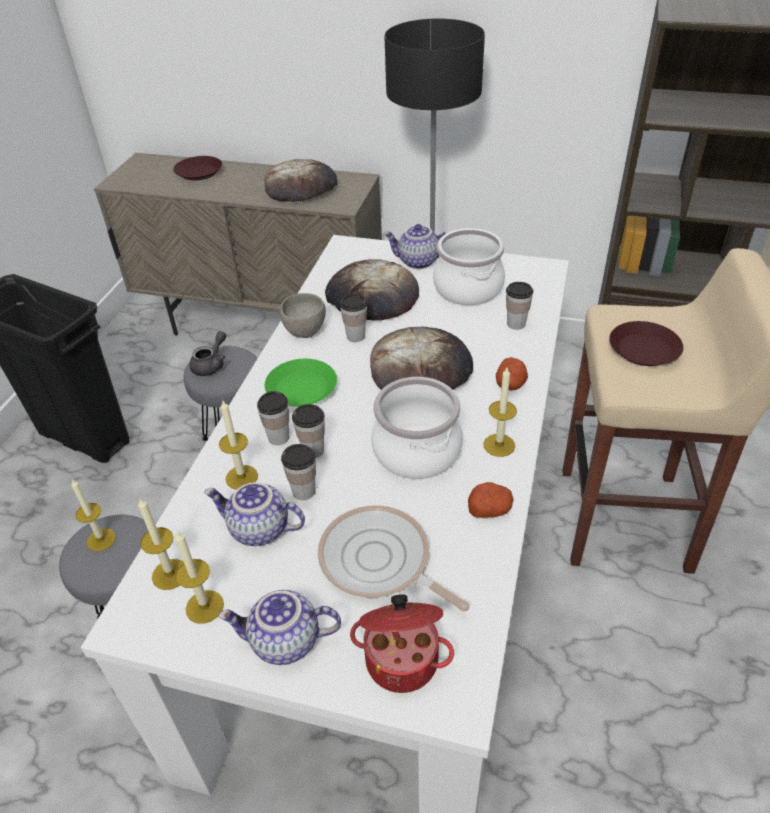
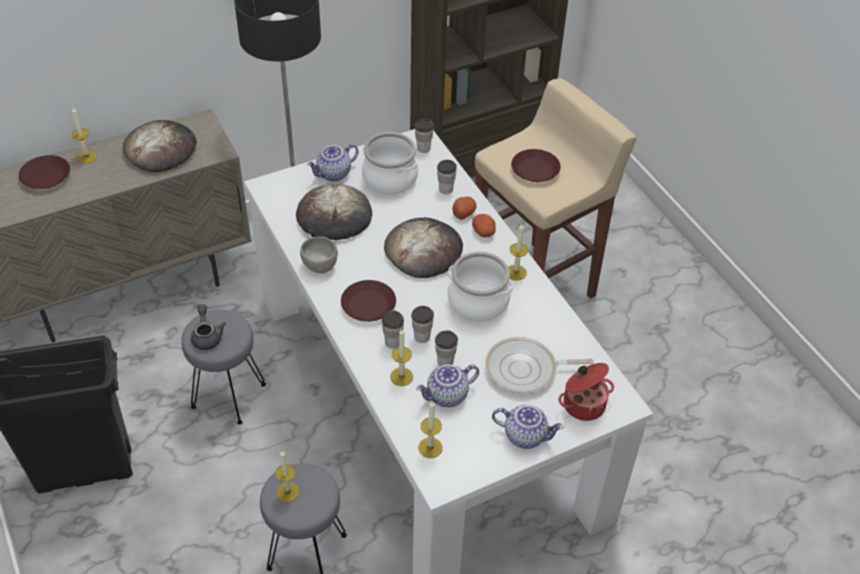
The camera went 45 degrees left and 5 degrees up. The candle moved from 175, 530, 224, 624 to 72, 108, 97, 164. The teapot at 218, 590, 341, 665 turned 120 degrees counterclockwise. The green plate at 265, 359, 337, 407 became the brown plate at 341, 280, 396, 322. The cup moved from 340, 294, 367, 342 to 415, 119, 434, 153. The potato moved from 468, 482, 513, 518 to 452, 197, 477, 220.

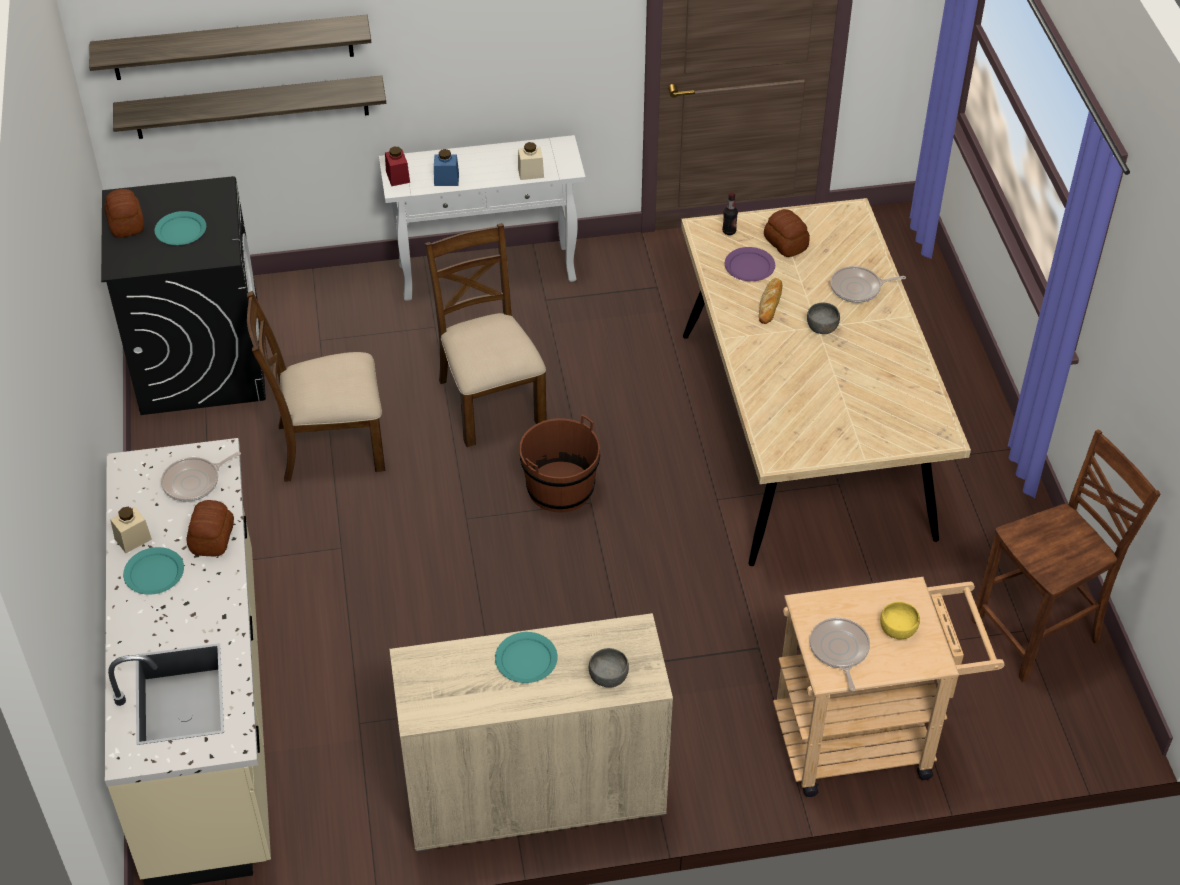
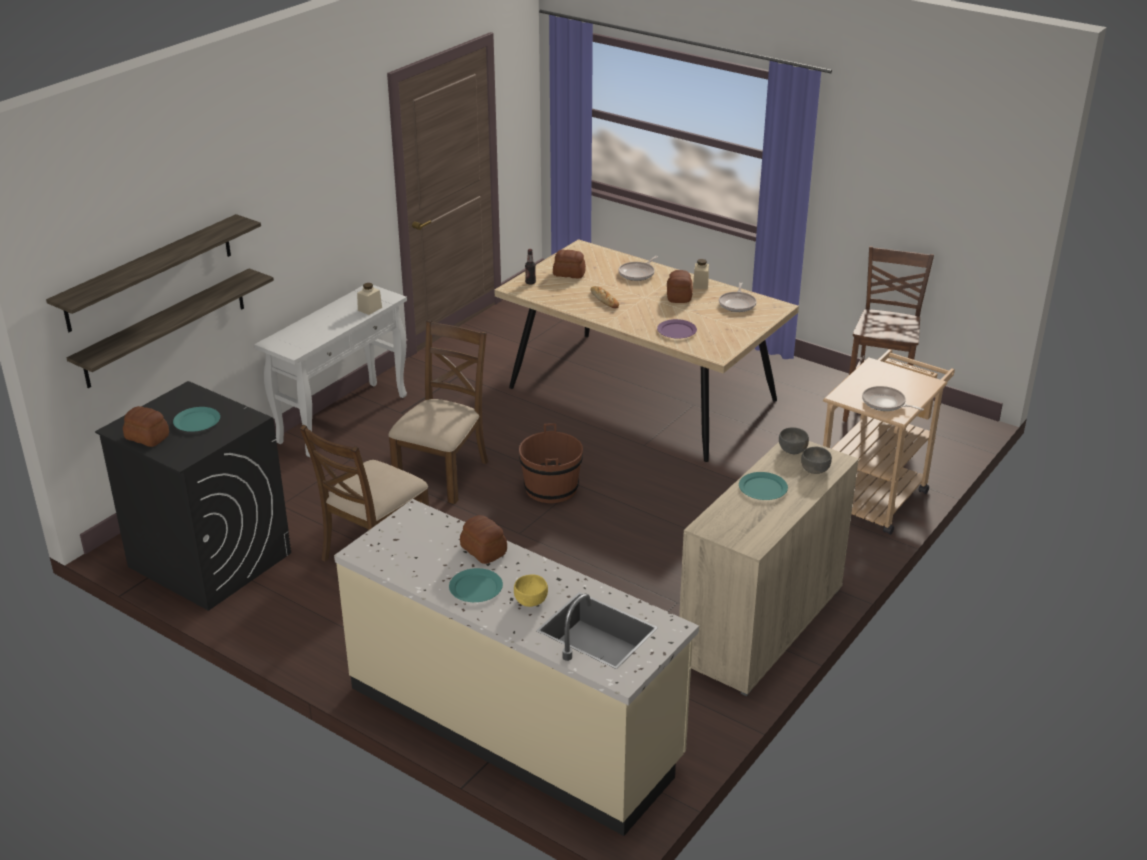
The camera went 45 degrees left and 15 degrees down. The beige jar moved from 110, 507, 152, 553 to 693, 259, 709, 289. The frying pan moved from 161, 452, 241, 502 to 719, 282, 756, 312. The red jar at 385, 147, 410, 186 disappeared. The brown chair at 425, 223, 547, 447 turned 90 degrees clockwise. The blue jar at 434, 149, 459, 186 disappeared. The purple plate moved from 725, 247, 775, 281 to 657, 319, 697, 339. The grey bowl moved from 807, 303, 840, 334 to 779, 427, 809, 454. The yellow bowl moved from 880, 602, 920, 640 to 514, 574, 548, 607. The bread at 667, 270, 693, 303 appeared.

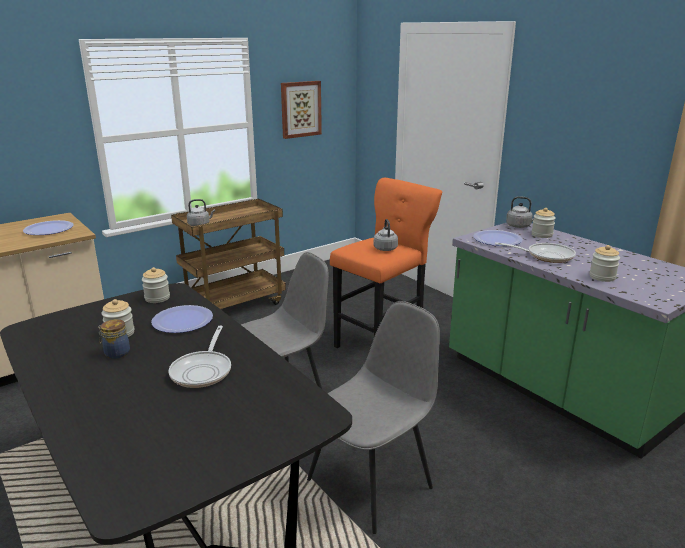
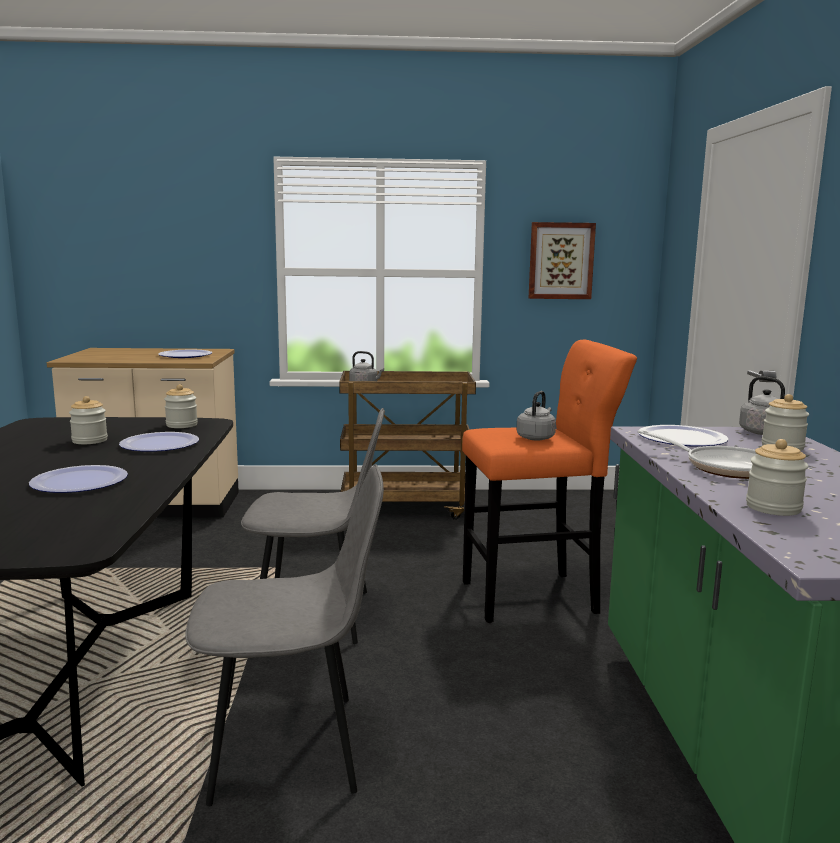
The camera went 35 degrees right and 10 degrees down. The jar at 98, 319, 130, 359 disappeared. The frying pan at 169, 326, 231, 388 was replaced by the plate at 29, 465, 128, 493.

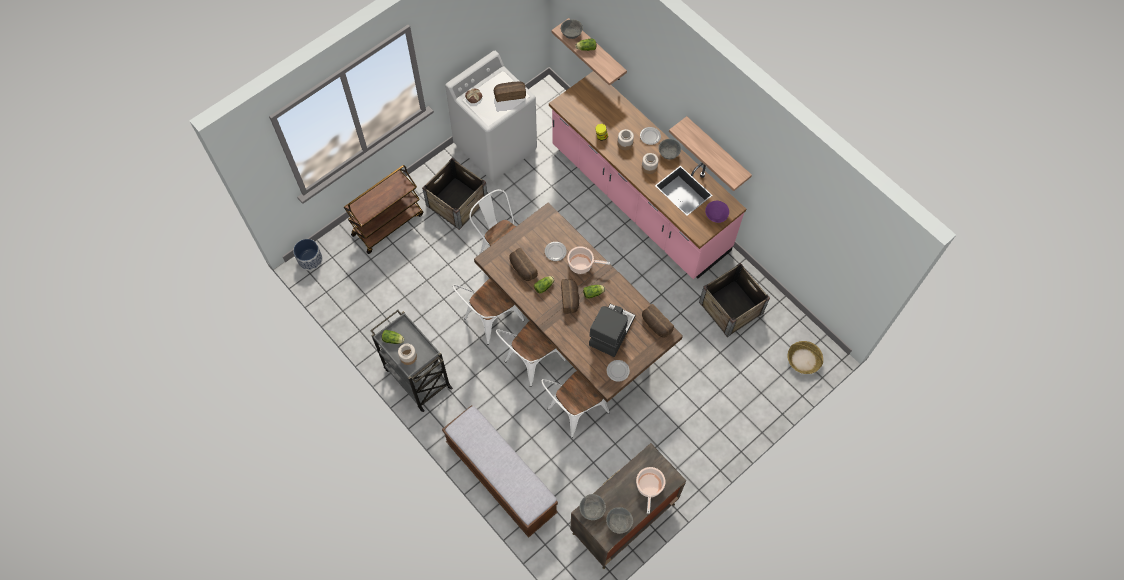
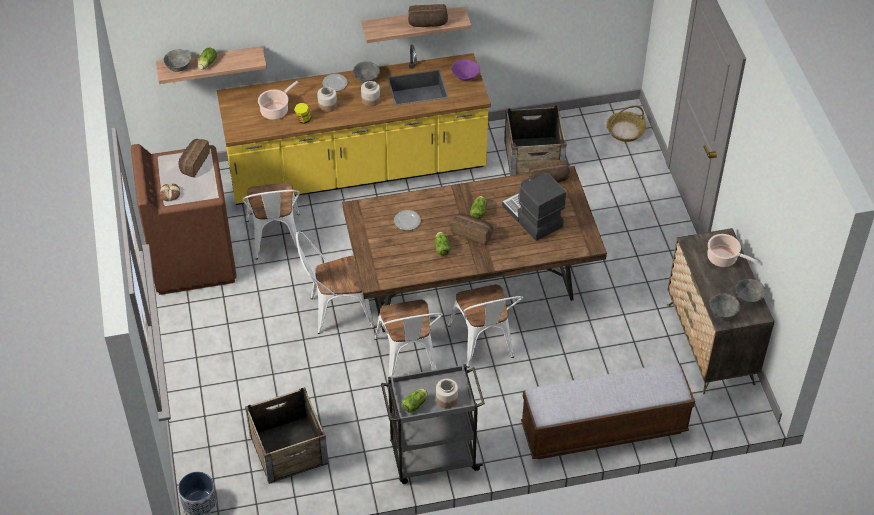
The camera went 60 degrees left and 15 degrees down. The brown cart at 344, 165, 423, 254 disappeared. The crate moved from 422, 158, 487, 230 to 245, 387, 328, 484. The white washing machine at 445, 51, 537, 181 became the brown washing machine at 131, 144, 237, 295. The bread moved from 510, 248, 538, 281 to 408, 4, 448, 27. The white chair moved from 541, 371, 610, 438 to 242, 183, 300, 259. The pink counter at 549, 71, 746, 279 became the yellow counter at 217, 45, 491, 205. The cooking pot moved from 567, 246, 610, 274 to 258, 81, 299, 120. The plate at 607, 360, 630, 382 disappeared.

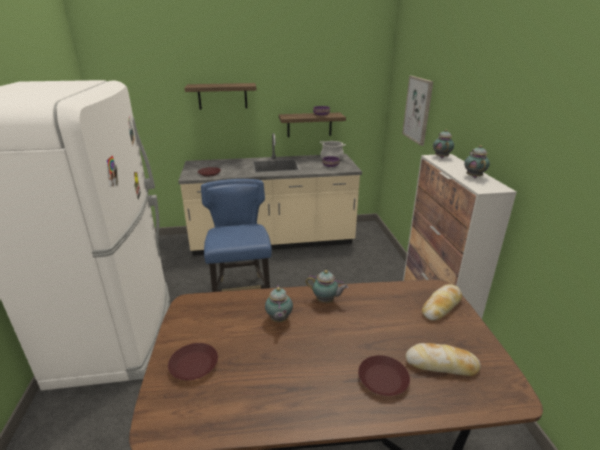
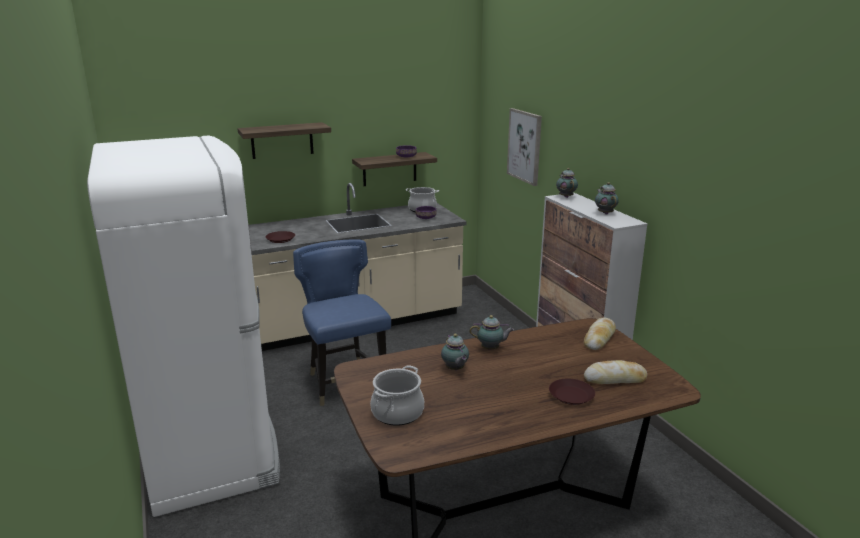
The camera went 15 degrees left and 5 degrees down. The brown plate at 168, 343, 218, 380 was replaced by the cooking pot at 370, 366, 424, 426.

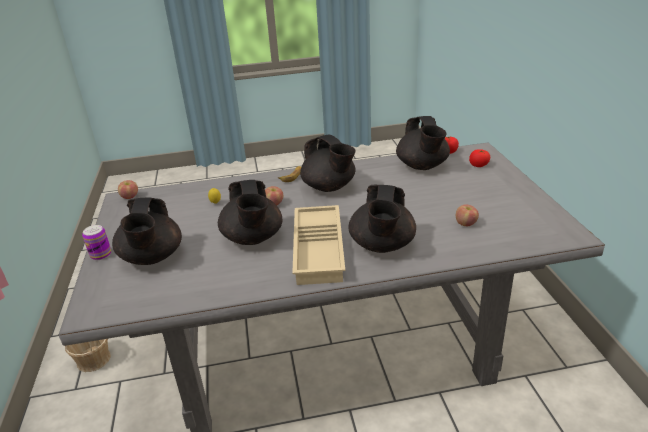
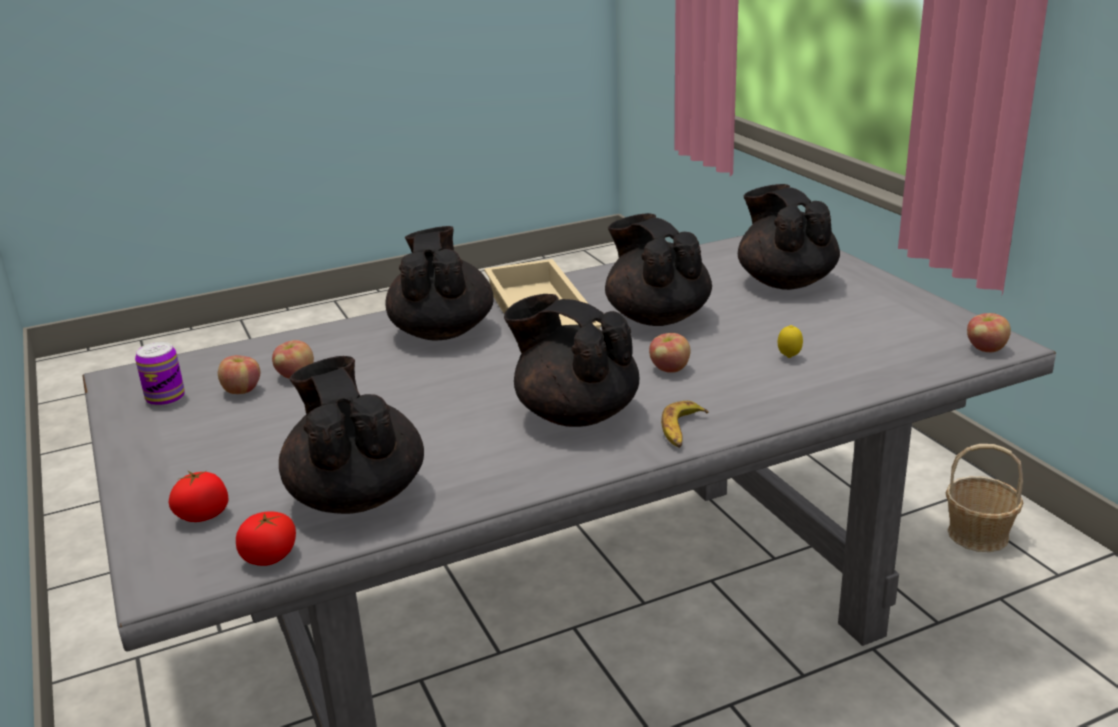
The camera went 165 degrees right and 5 degrees down. The can moved from 82, 225, 111, 260 to 135, 342, 185, 406. The apple at 218, 355, 260, 394 appeared.

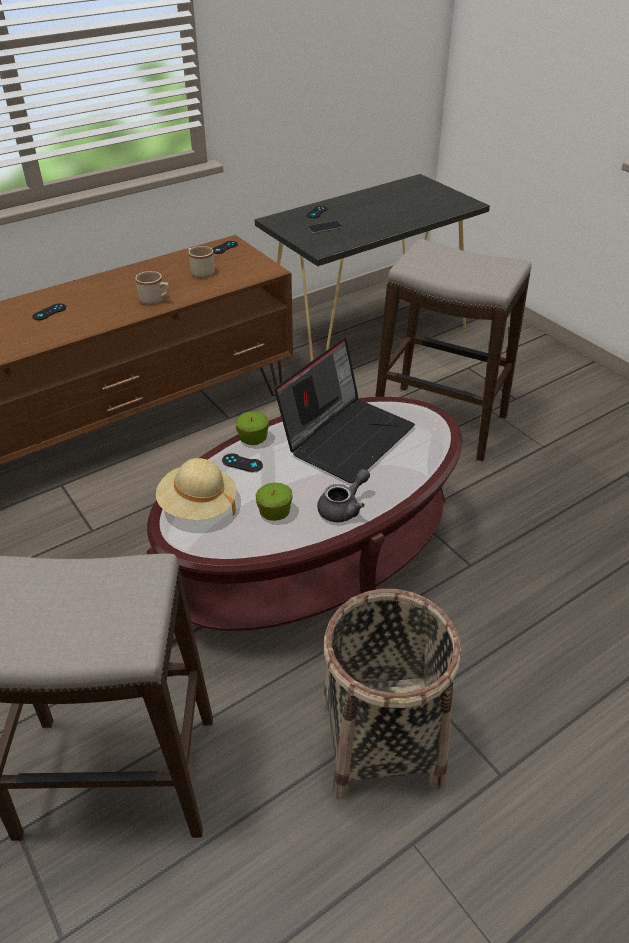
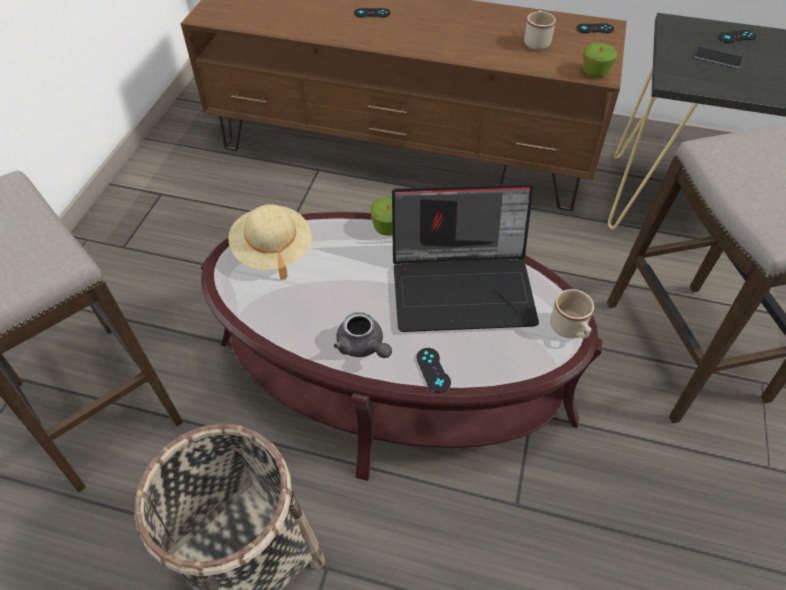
The camera went 50 degrees right and 10 degrees up. The beige mug moved from 135, 271, 169, 305 to 550, 289, 594, 339. The black game controller moved from 222, 453, 263, 472 to 416, 348, 451, 393. The apple moved from 256, 483, 292, 521 to 583, 43, 617, 78. The grey teapot at 317, 469, 370, 522 turned 45 degrees clockwise.

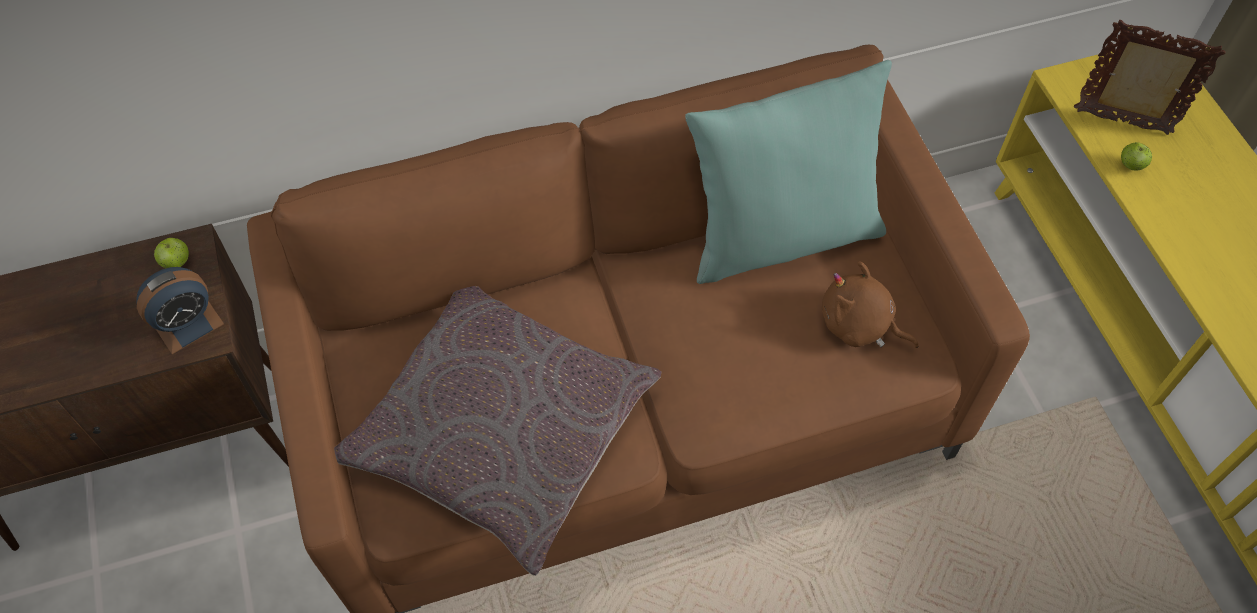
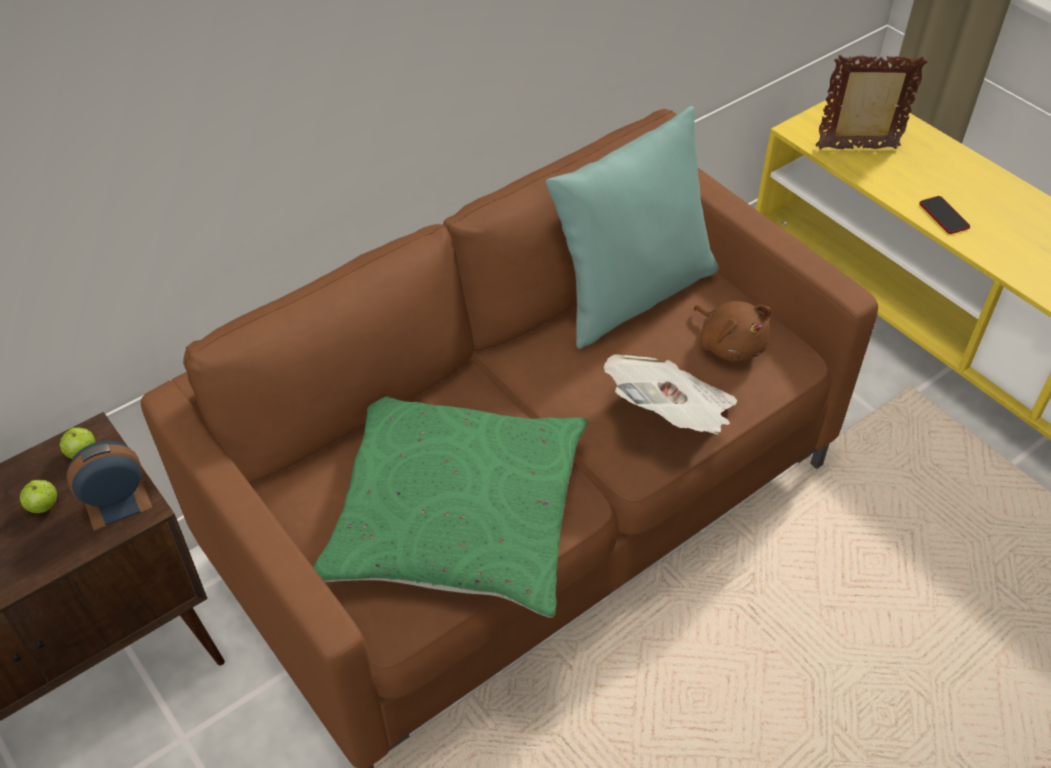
The camera went 20 degrees left and 10 degrees down. The alarm clock at 136, 267, 224, 354 turned 150 degrees counterclockwise. The grey pillow at 334, 286, 661, 576 became the green pillow at 313, 396, 588, 617. The brown plush toy at 822, 261, 919, 348 turned 135 degrees counterclockwise. The apple moved from 1121, 142, 1152, 171 to 20, 480, 57, 513. The newspaper at 604, 355, 737, 435 appeared. The phone at 919, 196, 970, 234 appeared.

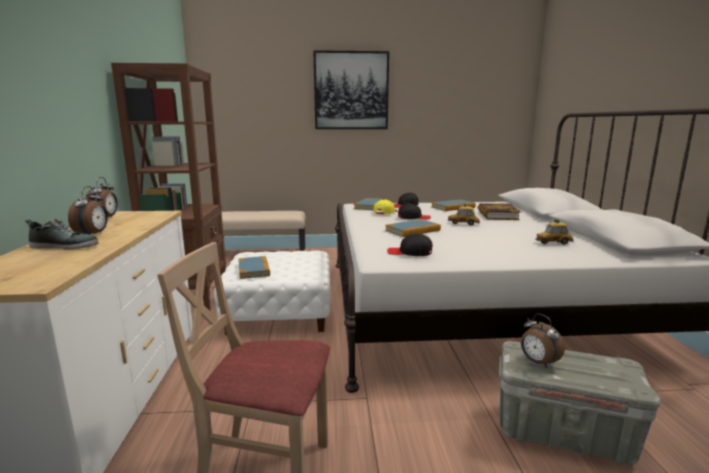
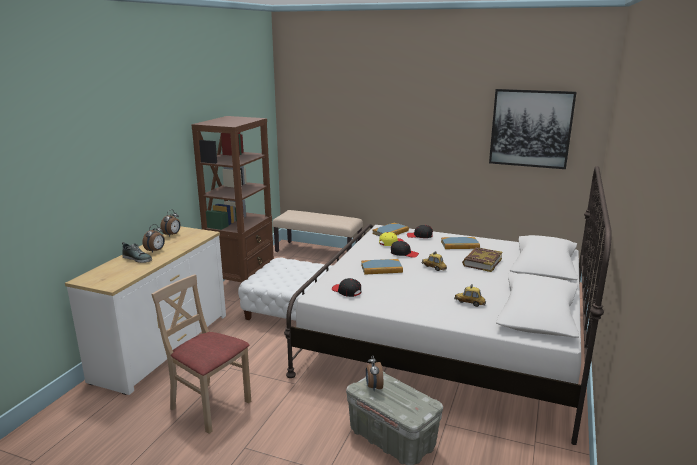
The camera went 25 degrees right and 5 degrees up. The book at 238, 256, 270, 279 disappeared. The picture moved from 313, 50, 389, 129 to 489, 89, 576, 169.

